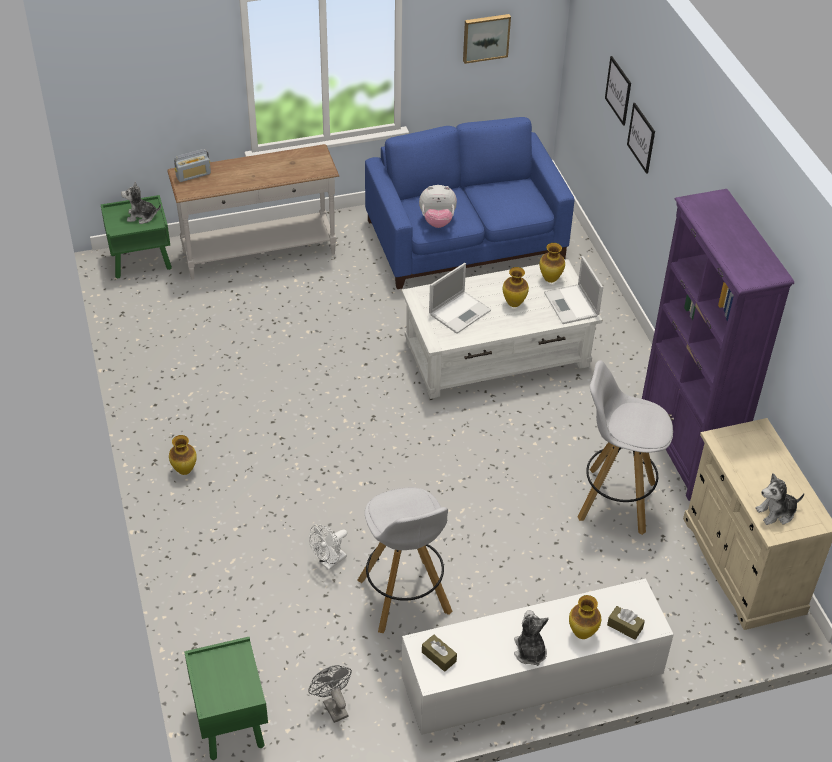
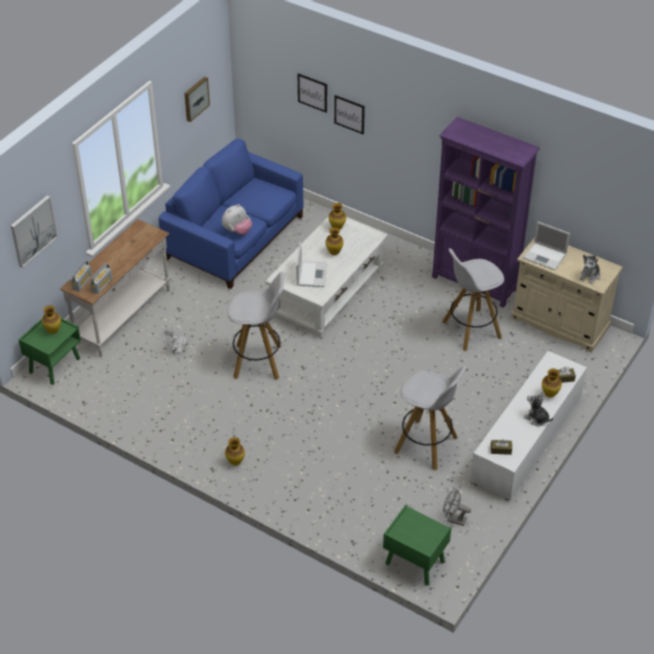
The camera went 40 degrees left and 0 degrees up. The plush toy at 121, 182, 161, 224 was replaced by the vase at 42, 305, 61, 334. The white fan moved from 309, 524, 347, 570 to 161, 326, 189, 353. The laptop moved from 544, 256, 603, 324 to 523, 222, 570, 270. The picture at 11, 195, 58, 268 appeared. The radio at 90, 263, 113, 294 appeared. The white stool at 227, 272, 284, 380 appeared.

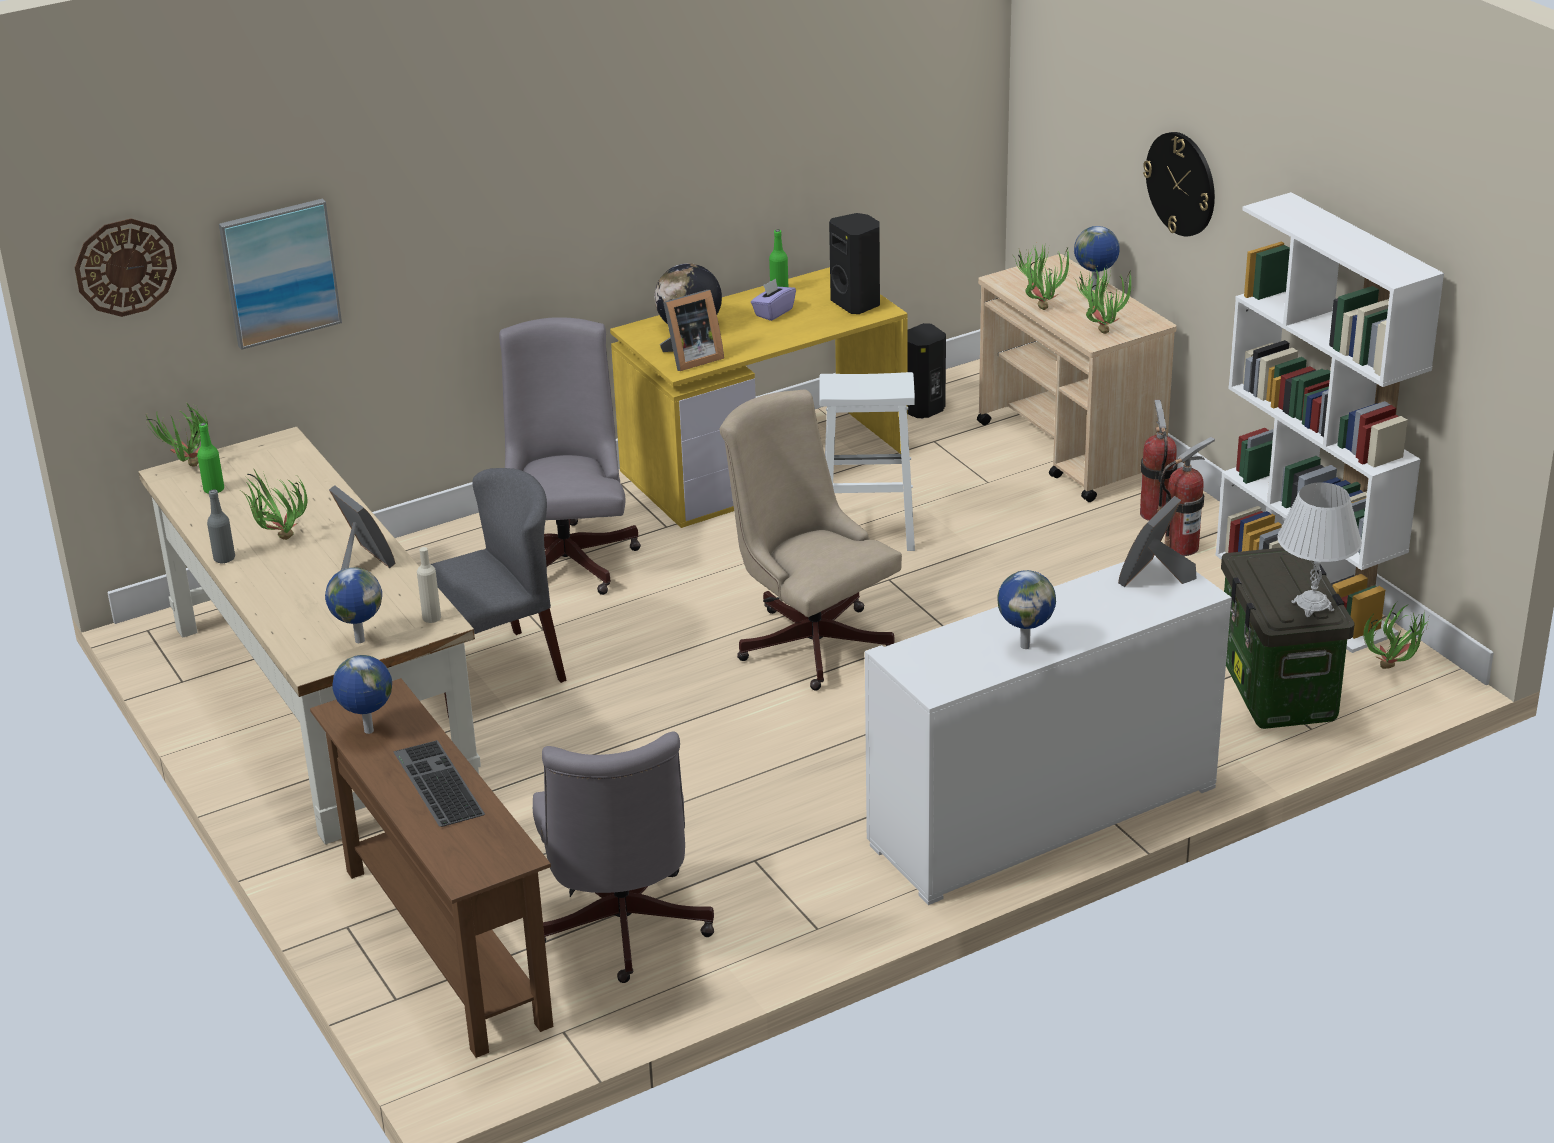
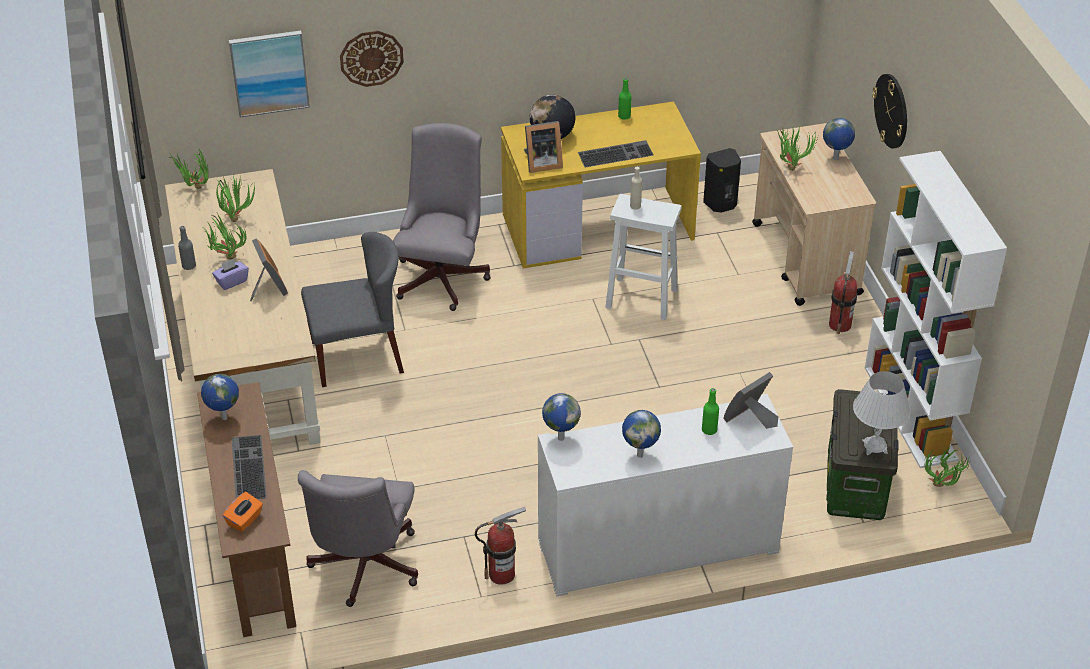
The camera went 15 degrees right and 10 degrees up. The wall clock moved from 74, 218, 177, 317 to 340, 31, 404, 87. The green bottle moved from 197, 423, 224, 494 to 702, 388, 719, 435. The globe moved from 325, 567, 382, 643 to 542, 393, 581, 441. The beige bottle moved from 417, 547, 441, 623 to 630, 167, 642, 210. The beige office chair at 720, 389, 902, 691 disappeared. The purple tissue box moved from 751, 278, 796, 321 to 212, 259, 249, 290. The black speaker at 829, 213, 880, 314 disappeared. The potted plant moved from 1074, 267, 1131, 334 to 216, 175, 255, 222. The fire extinguisher moved from 1161, 437, 1215, 556 to 475, 507, 526, 585. The orange tissue box at 223, 492, 263, 532 appeared. The keyboard at 578, 140, 654, 167 appeared.

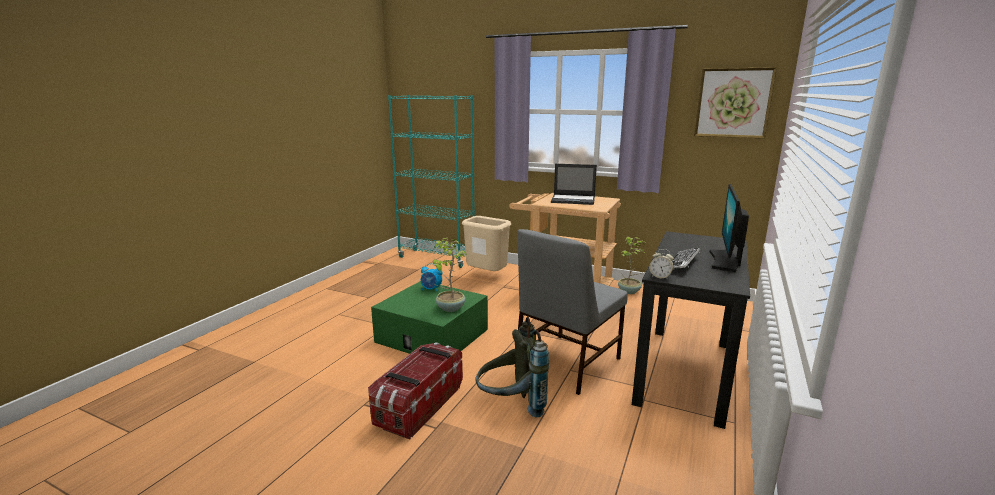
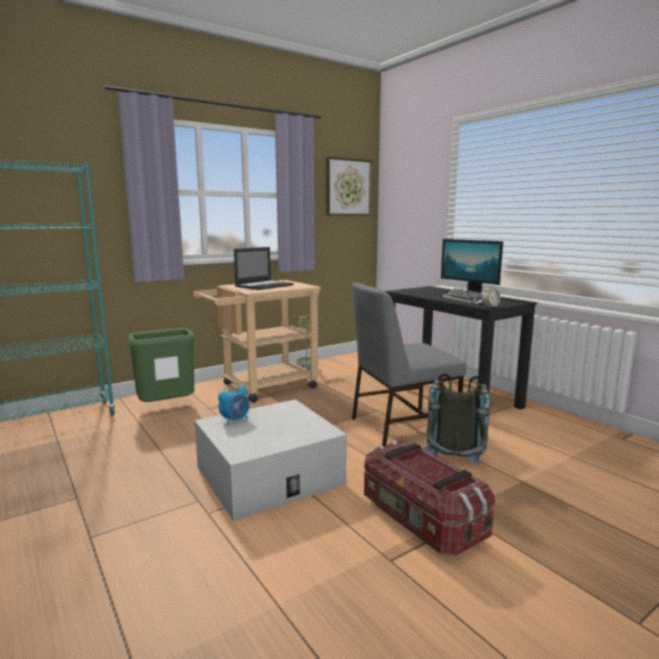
The camera went 60 degrees left and 5 degrees down. The green storage box at 371, 281, 488, 354 became the white storage box at 195, 399, 347, 521. The potted plant at 433, 238, 467, 312 disappeared. The beige trash can at 462, 216, 511, 271 became the green trash can at 127, 328, 196, 402. The grey chair at 517, 229, 628, 395 turned 90 degrees clockwise.

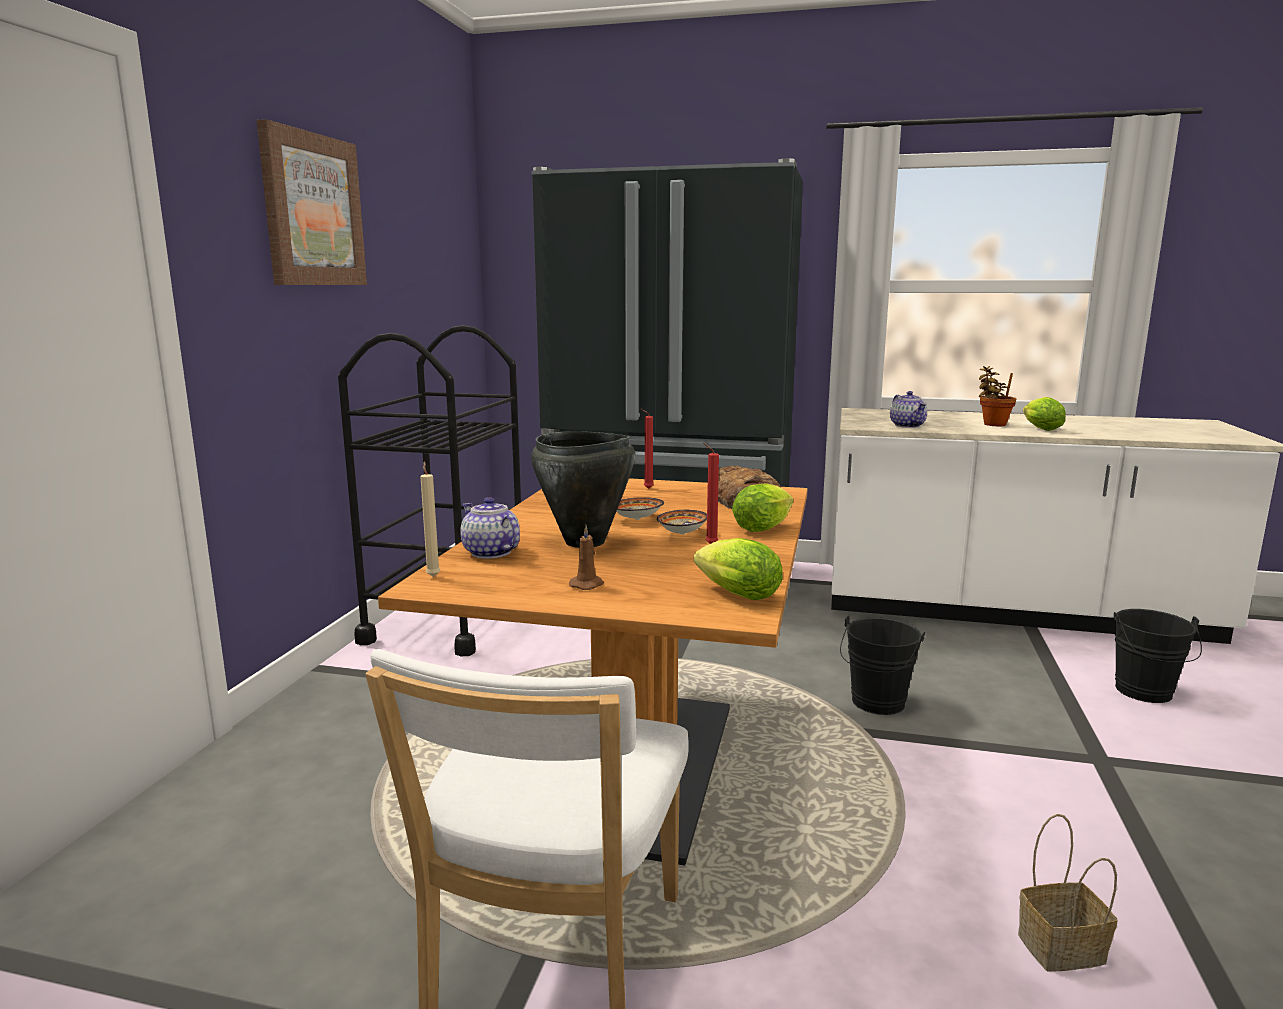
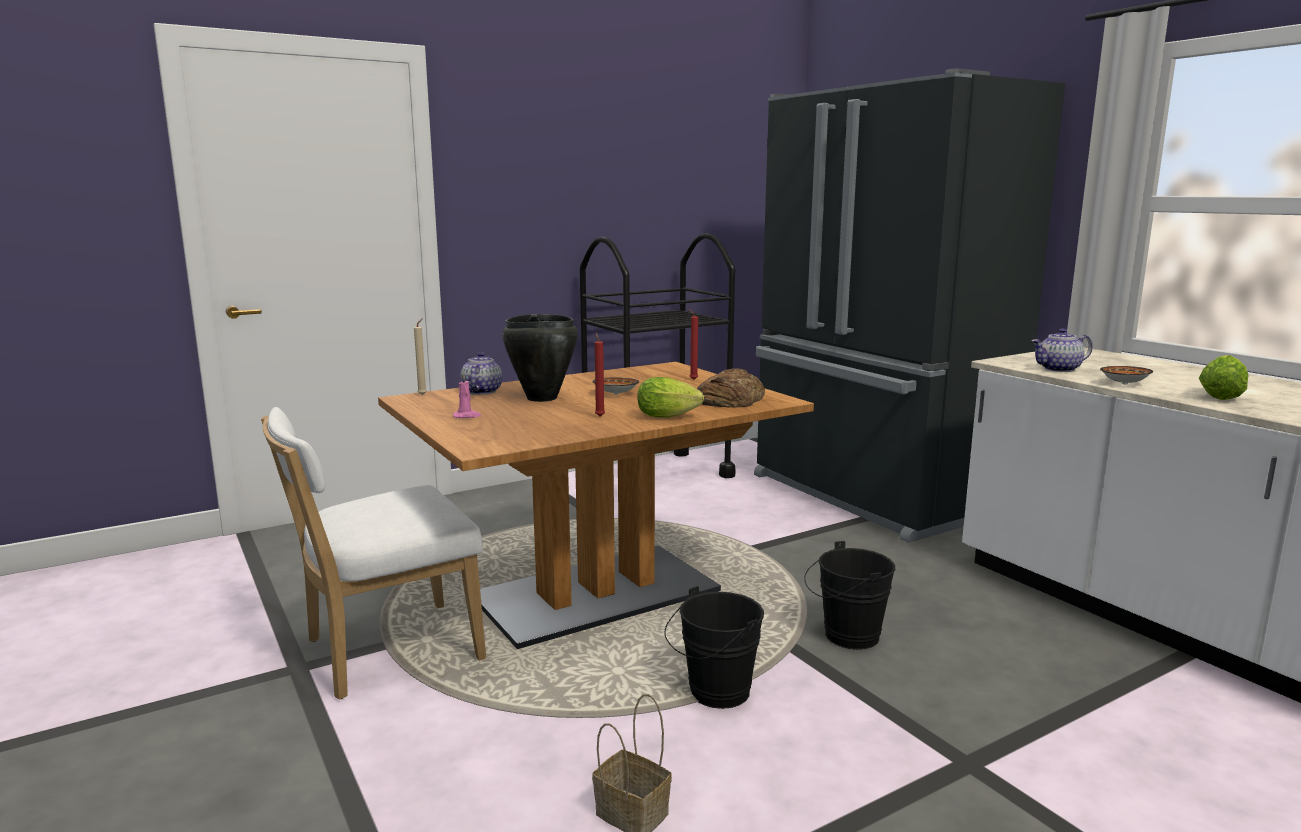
The camera went 45 degrees right and 0 degrees up. The picture at 256, 119, 367, 285 disappeared. The brown candle at 569, 525, 604, 590 became the pink candle at 453, 373, 481, 418. The bowl moved from 657, 510, 707, 534 to 1100, 366, 1153, 385. The lettuce at 694, 538, 783, 600 disappeared. The teapot at 890, 391, 927, 428 turned 45 degrees clockwise. The potted plant at 979, 366, 1016, 426 disappeared. The black bucket moved from 1114, 609, 1202, 703 to 664, 586, 764, 709.

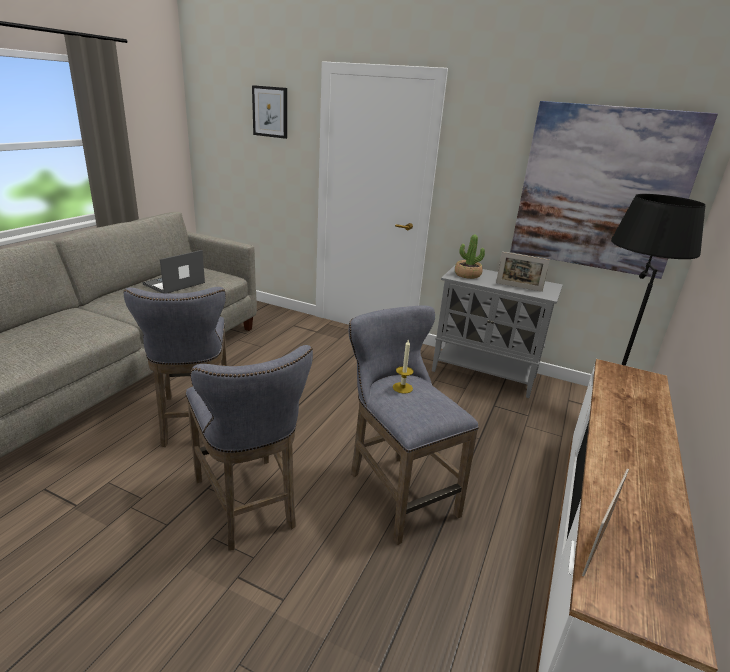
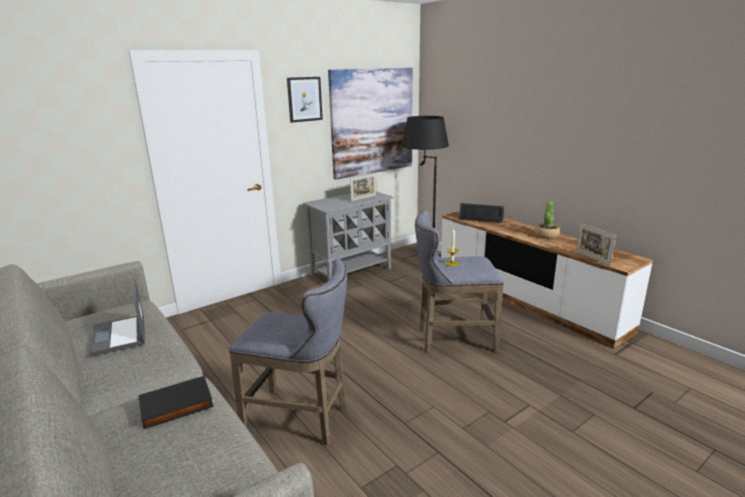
The camera went 60 degrees left and 5 degrees down. The grey stool at 186, 345, 313, 550 disappeared. The picture moved from 252, 85, 287, 139 to 287, 77, 323, 123. The potted plant moved from 455, 235, 485, 279 to 535, 201, 560, 239. The black book at 138, 376, 214, 429 appeared. The black speaker at 459, 203, 504, 223 appeared.

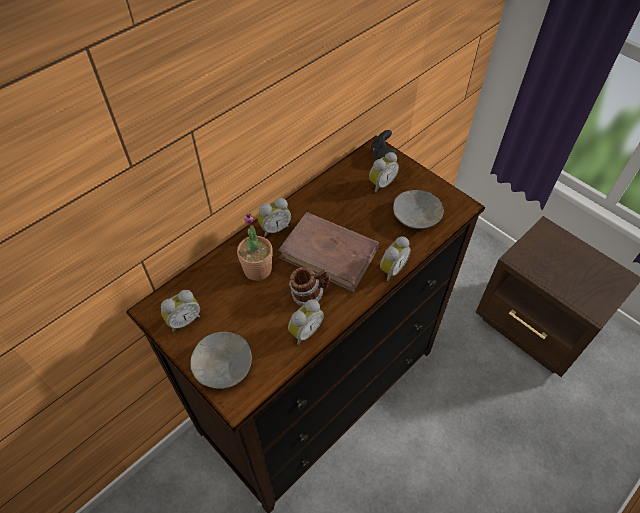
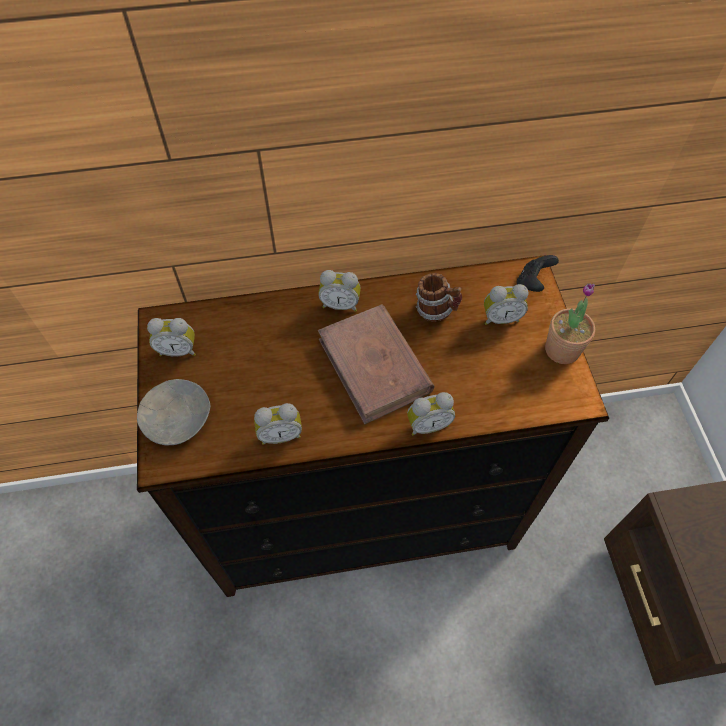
The camera went 35 degrees right and 5 degrees up. The potted plant moved from 237, 213, 273, 281 to 545, 283, 595, 364. The mug moved from 289, 267, 329, 306 to 416, 273, 462, 321. The grey bowl at 393, 190, 444, 229 disappeared.

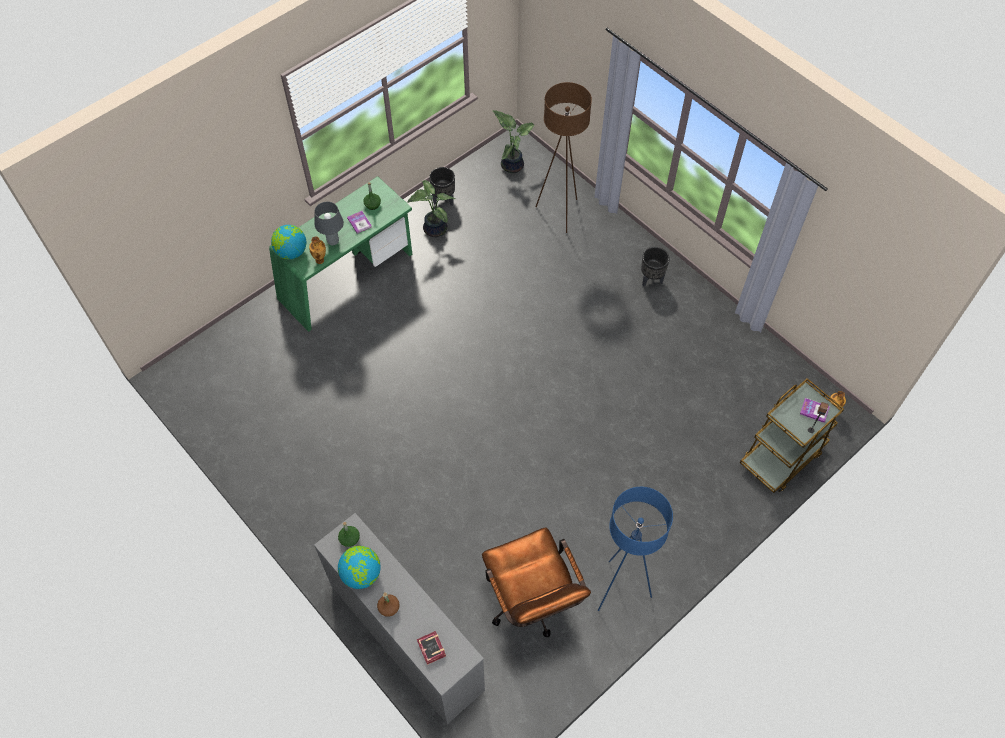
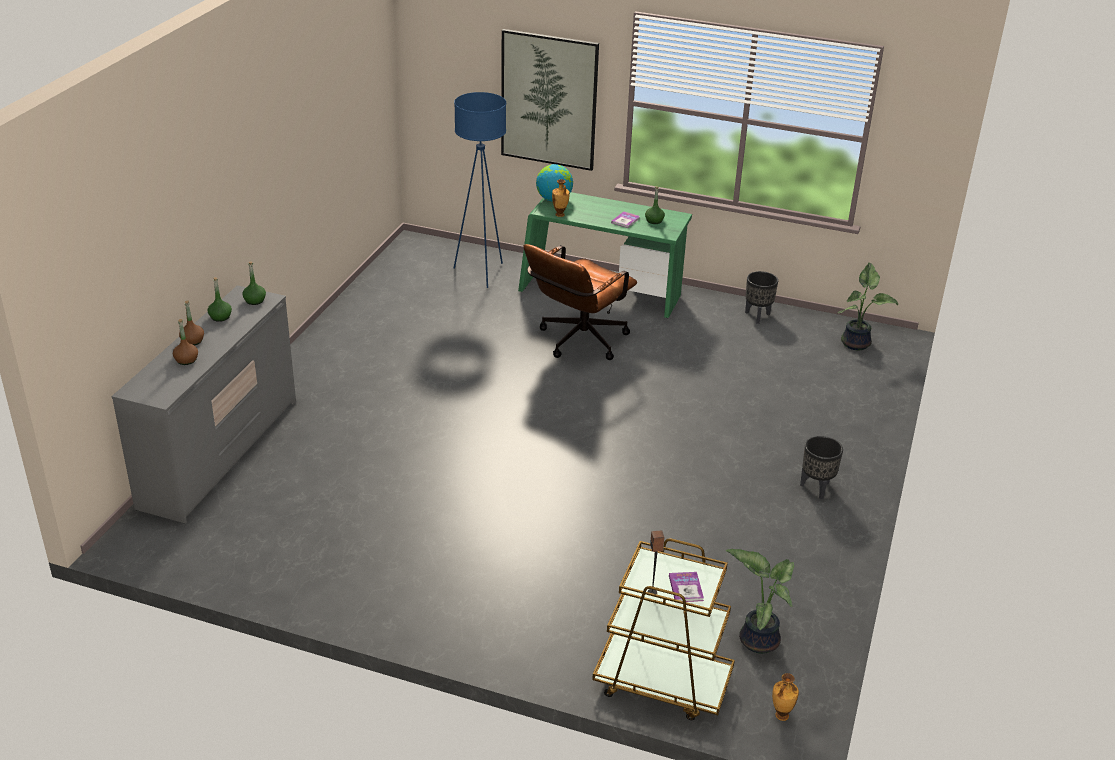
The camera went 60 degrees right and 25 degrees down. The grey table lamp at 315, 201, 344, 245 disappeared. The globe at 338, 546, 381, 589 was replaced by the green bottle at 208, 277, 232, 322. The potted plant moved from 407, 180, 456, 237 to 726, 549, 794, 654. The book at 417, 631, 446, 665 disappeared. The brown office chair moved from 482, 528, 591, 637 to 524, 244, 637, 360. The brown floor lamp at 535, 82, 592, 233 disappeared. The blue floor lamp moved from 598, 487, 673, 611 to 454, 92, 506, 288. The brown bottle at 173, 319, 198, 365 appeared. The picture at 501, 29, 599, 171 appeared.

